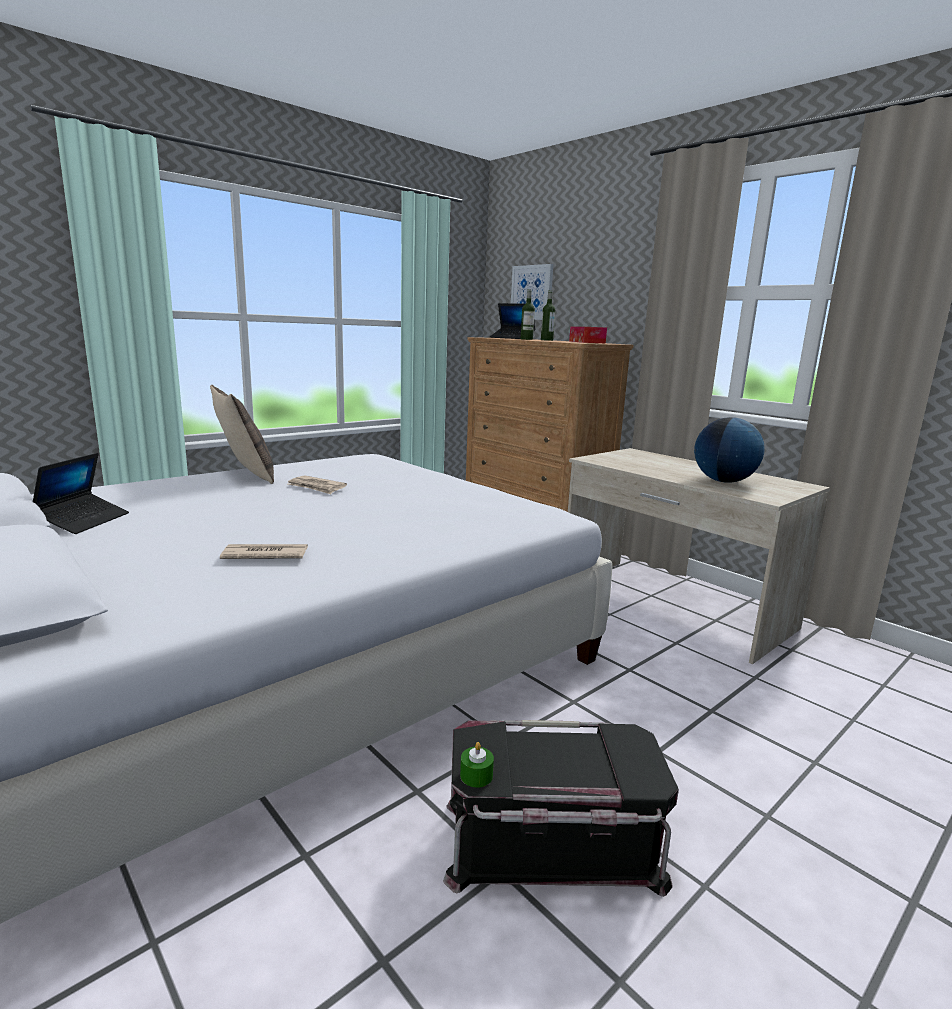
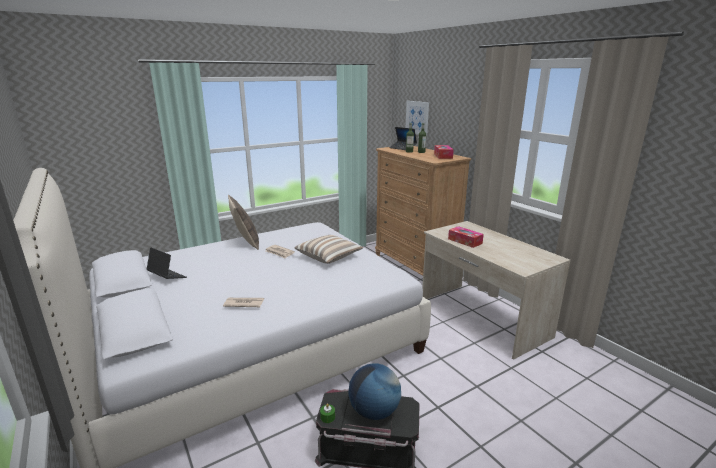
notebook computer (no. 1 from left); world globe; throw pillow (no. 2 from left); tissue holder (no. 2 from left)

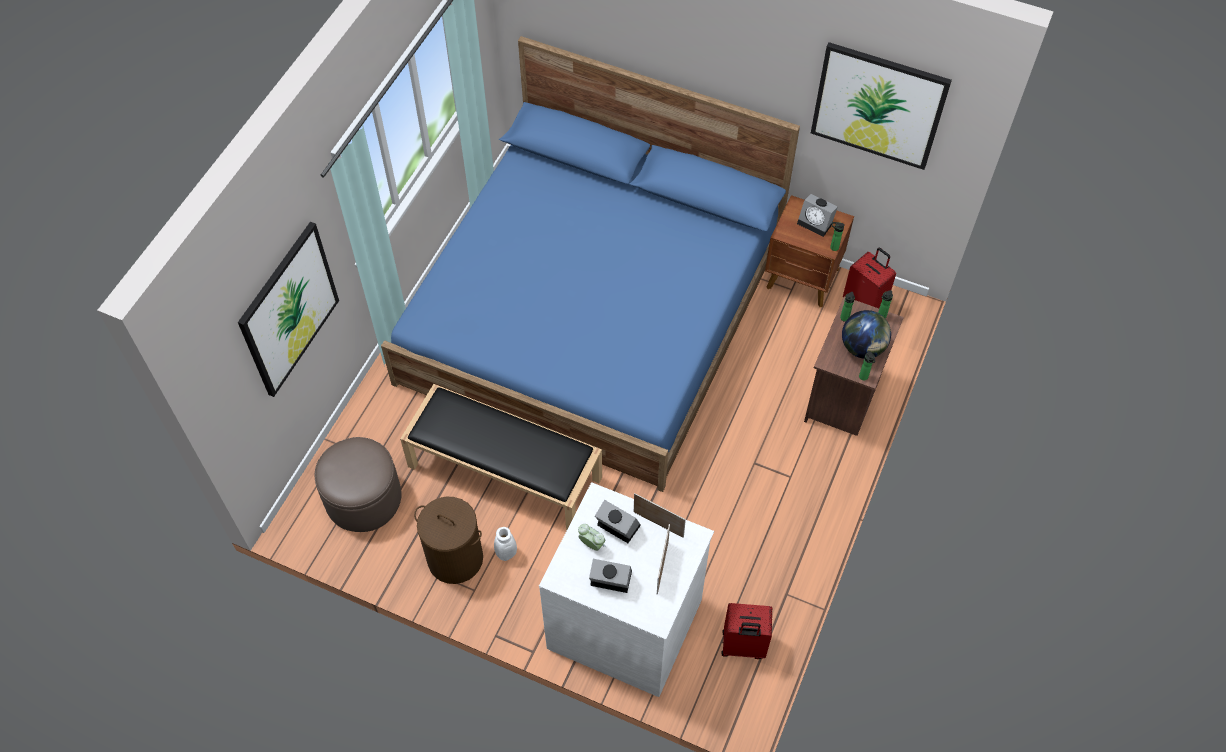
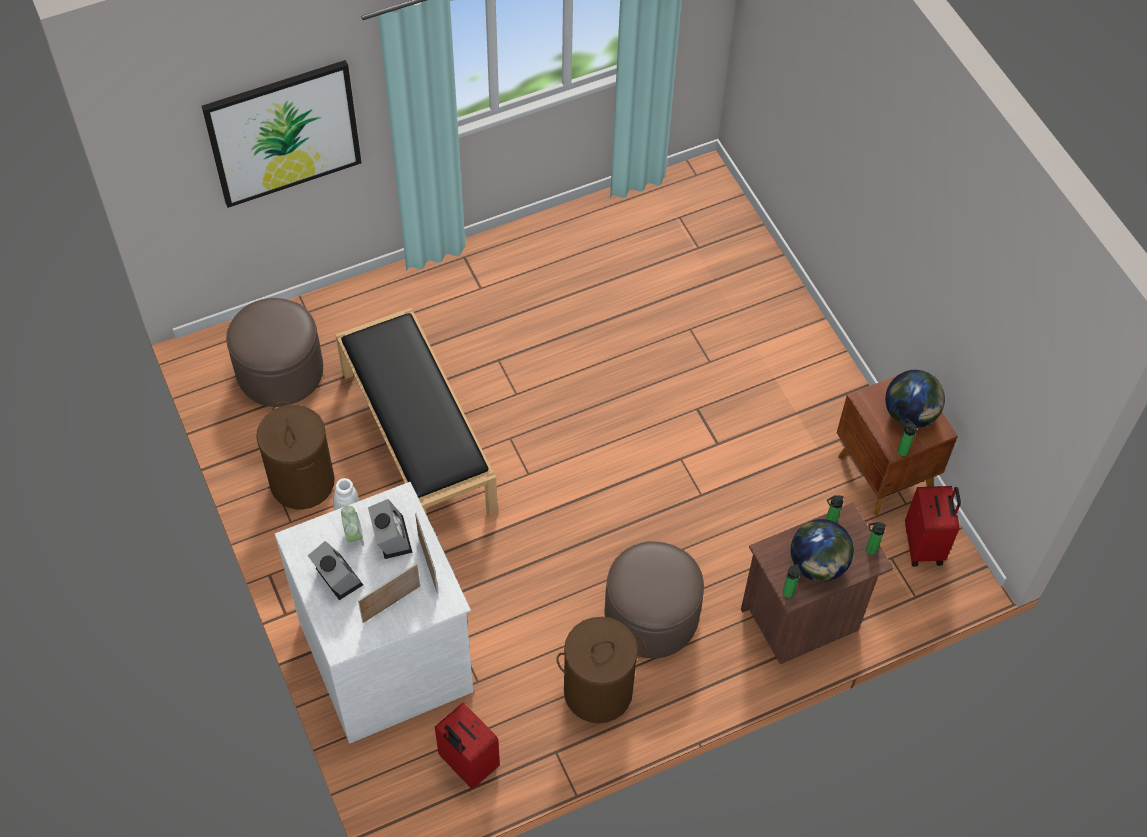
blue-coloured bed; world globe (no. 2 from left); picture (no. 2 from left in the first image); brown hamper (no. 2 from left); brown footrest (no. 2 from left)

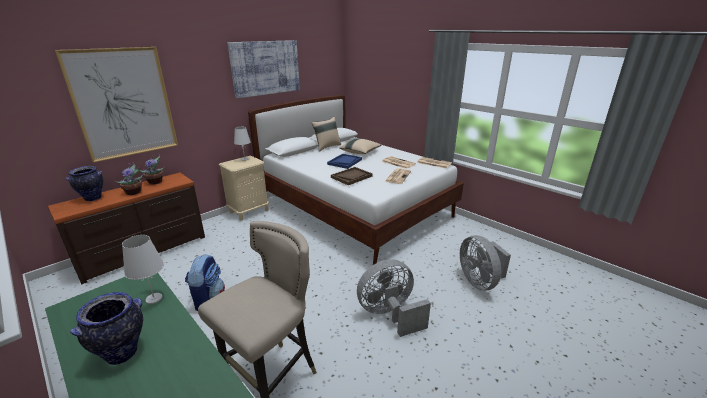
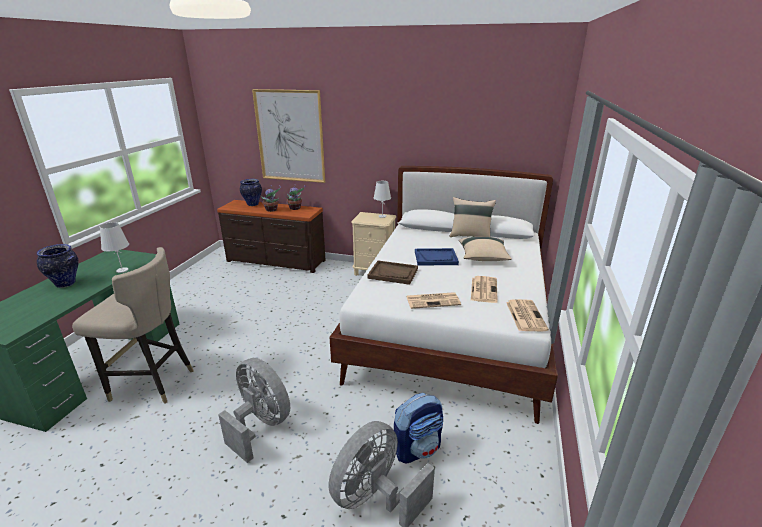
backpack; picture (no. 2 from left in the first image)

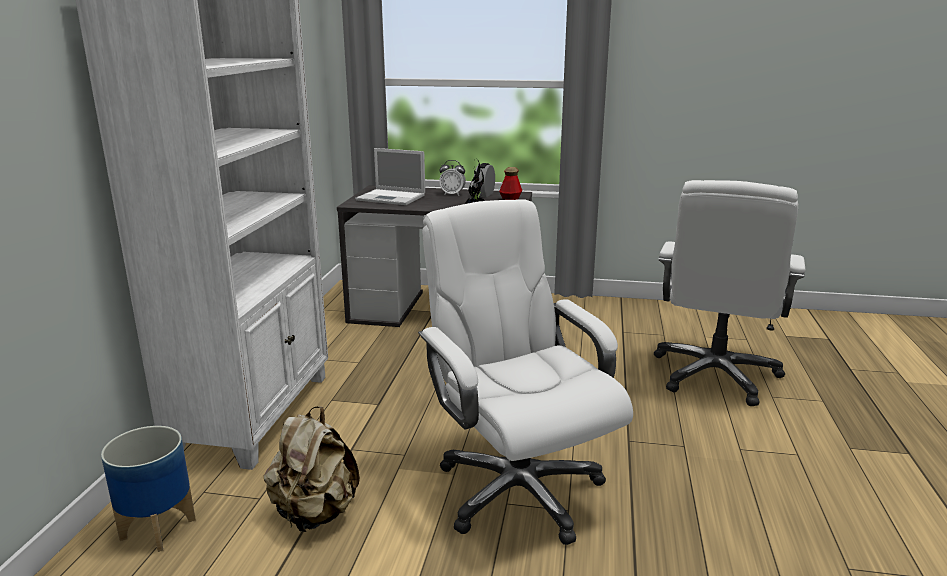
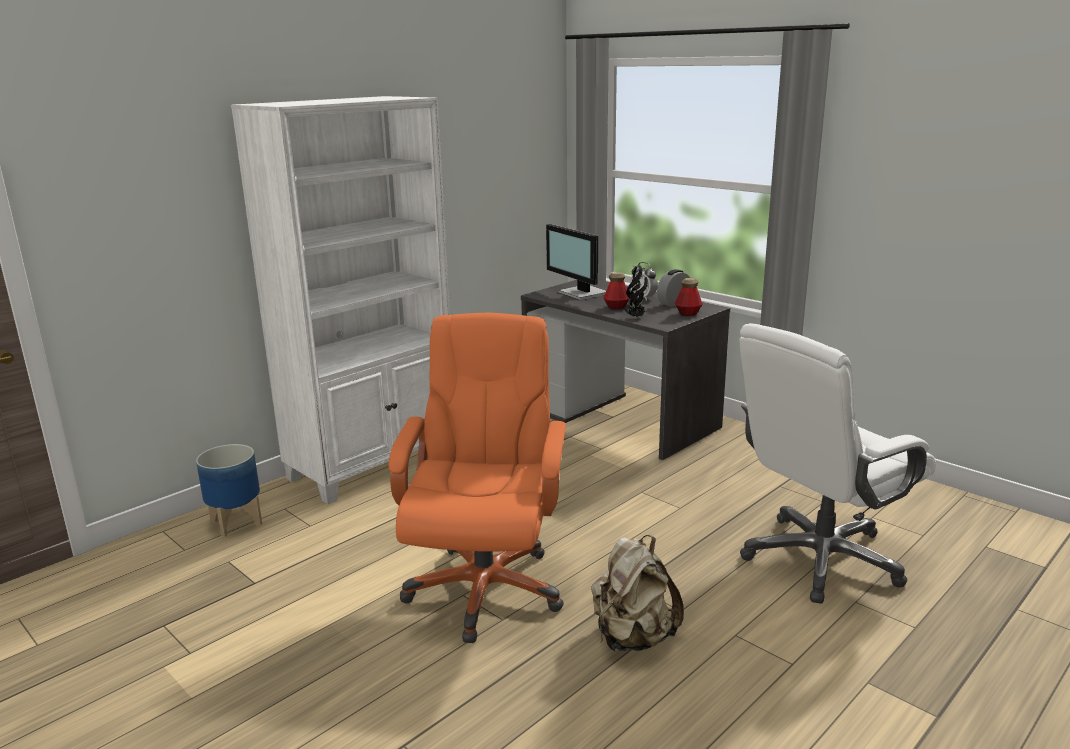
beige backpack; computer screen; orangey computer chair; drink bottle (no. 1 from left)

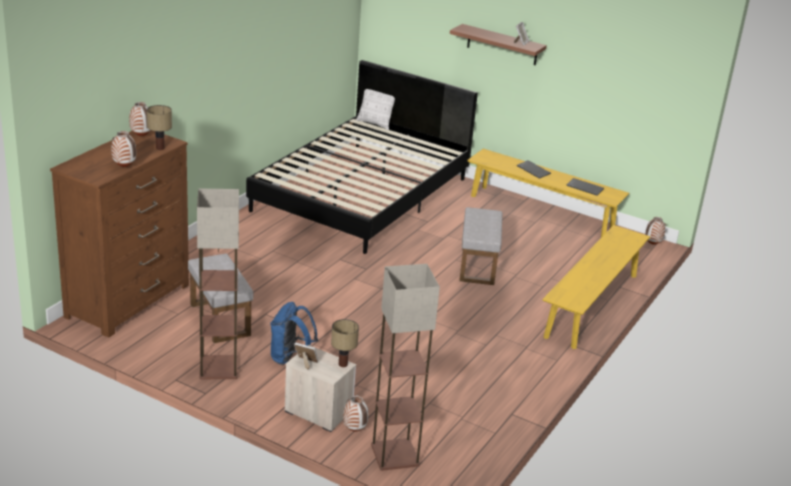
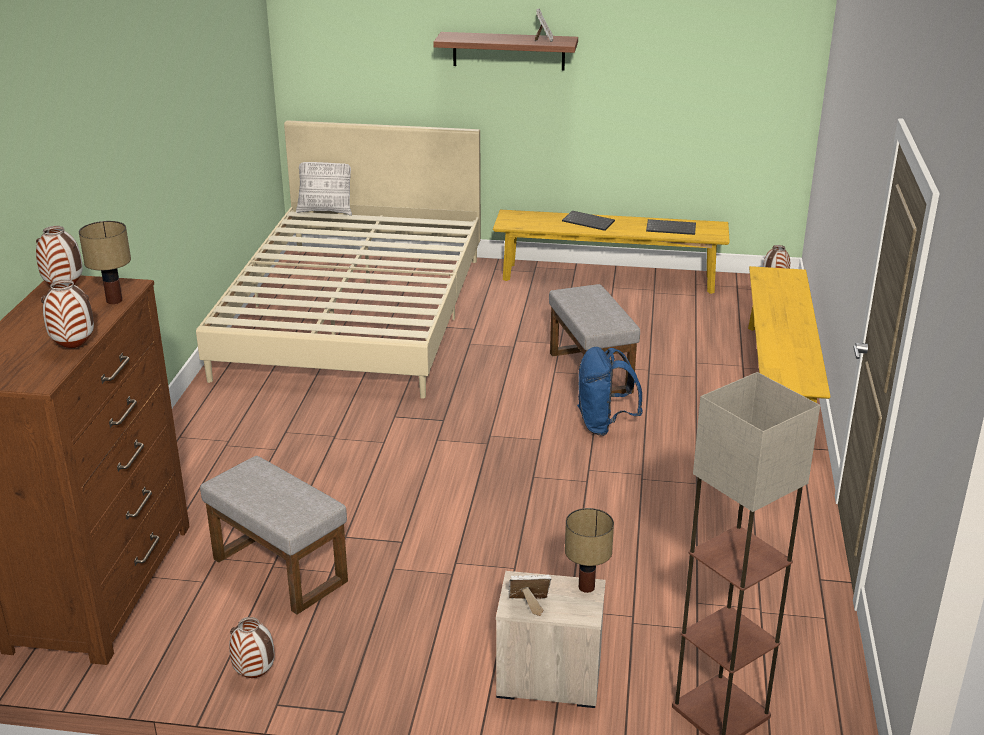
standard lamp (no. 1 from left in the first image); beige bed; blue-coloured backpack; decorative vase (no. 3 from left)

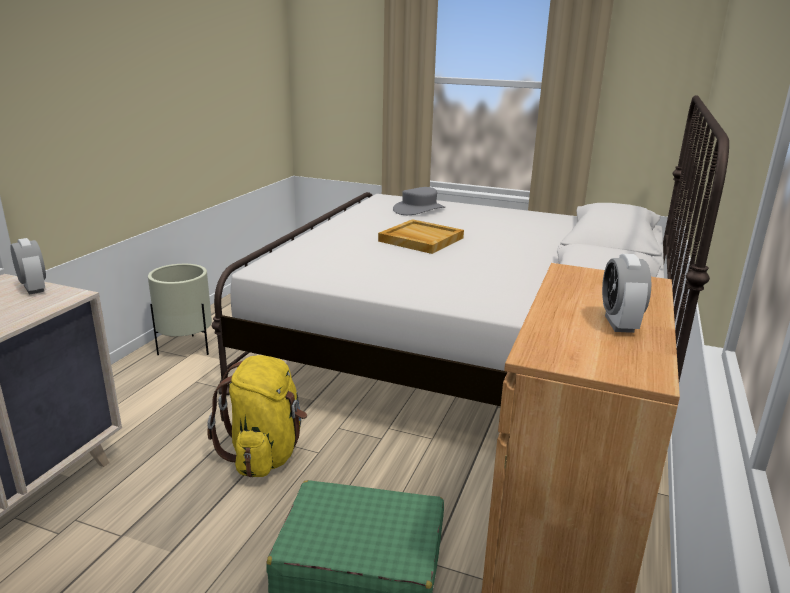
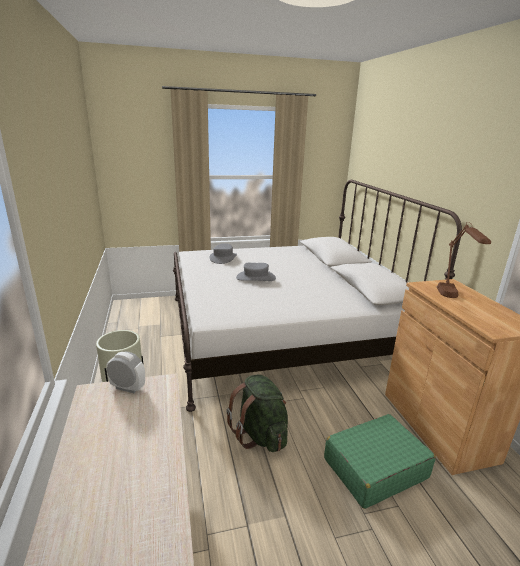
green-coloured backpack; greyish clothing hat (no. 2 from left); table clock (no. 2 from left in the first image); brown lamp for a table

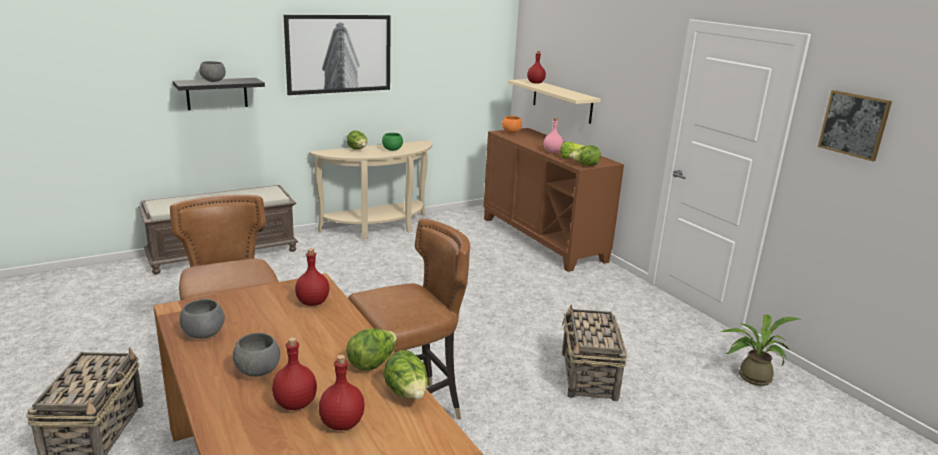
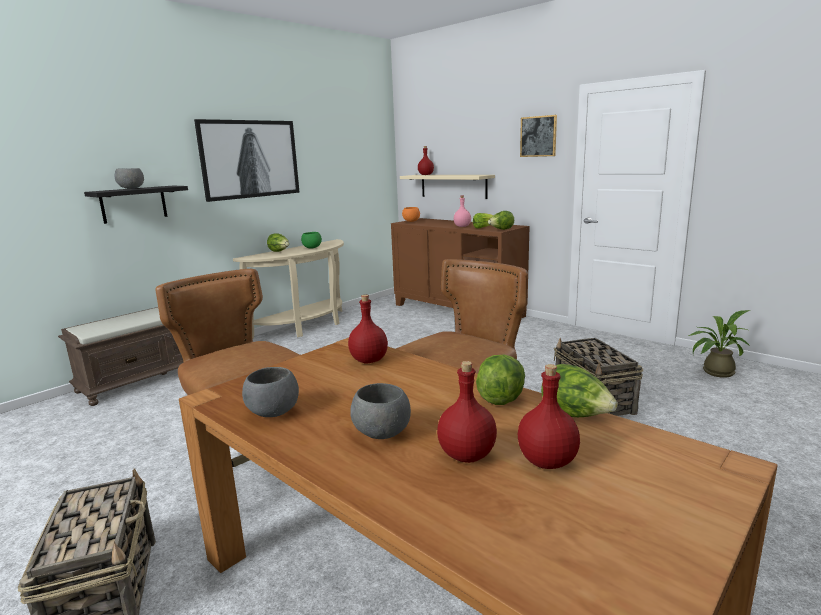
picture (no. 2 from left)

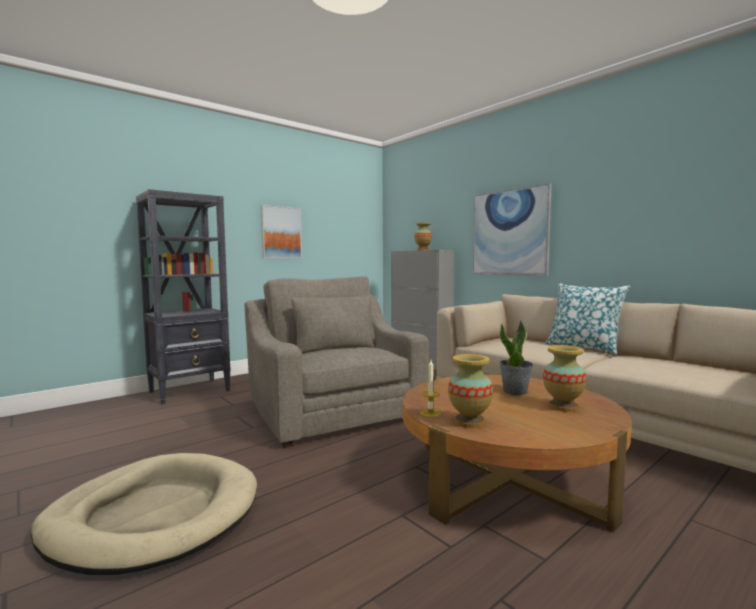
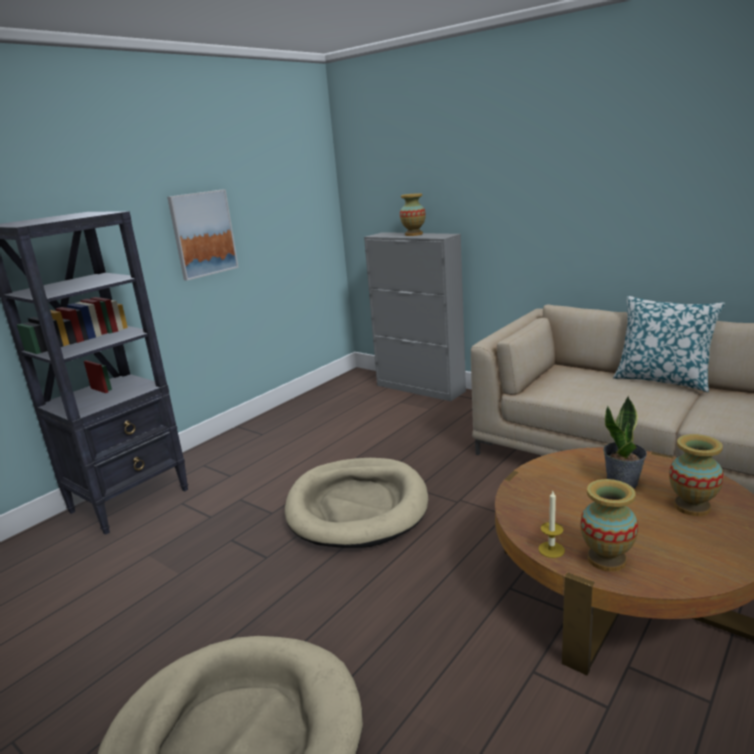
beige dog bed (no. 2 from left); picture (no. 2 from left in the first image)

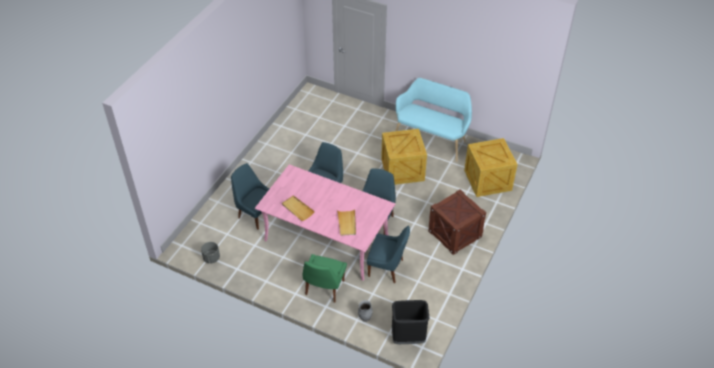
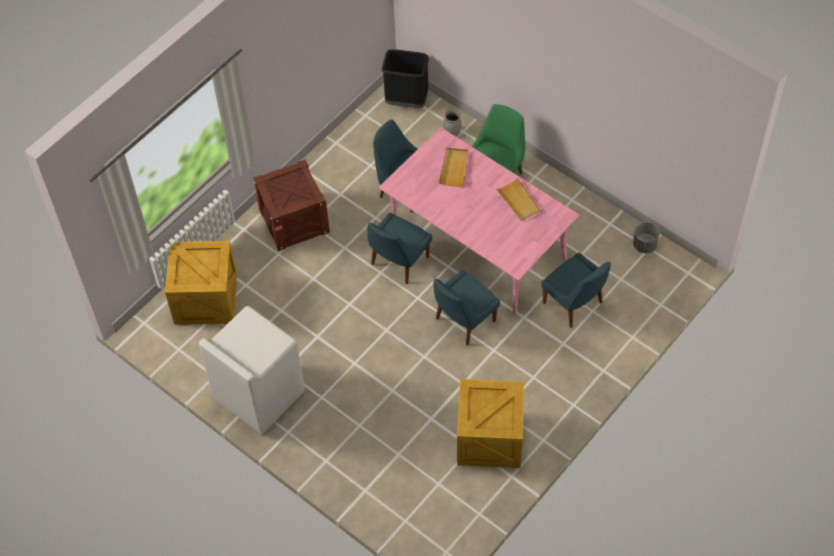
shipping crate (no. 3 from left); white washing machine

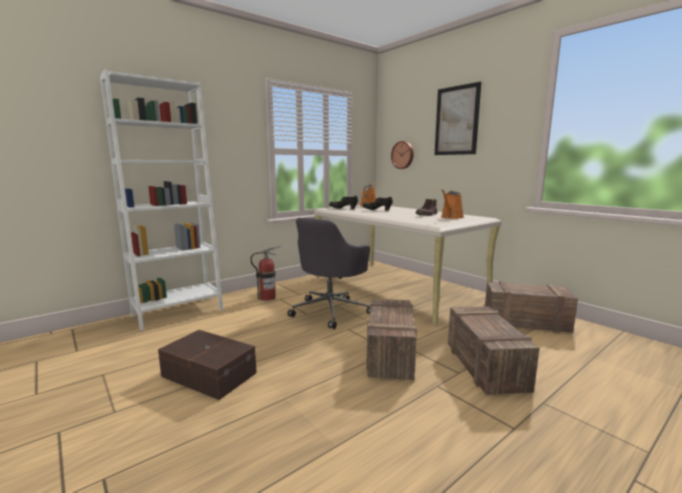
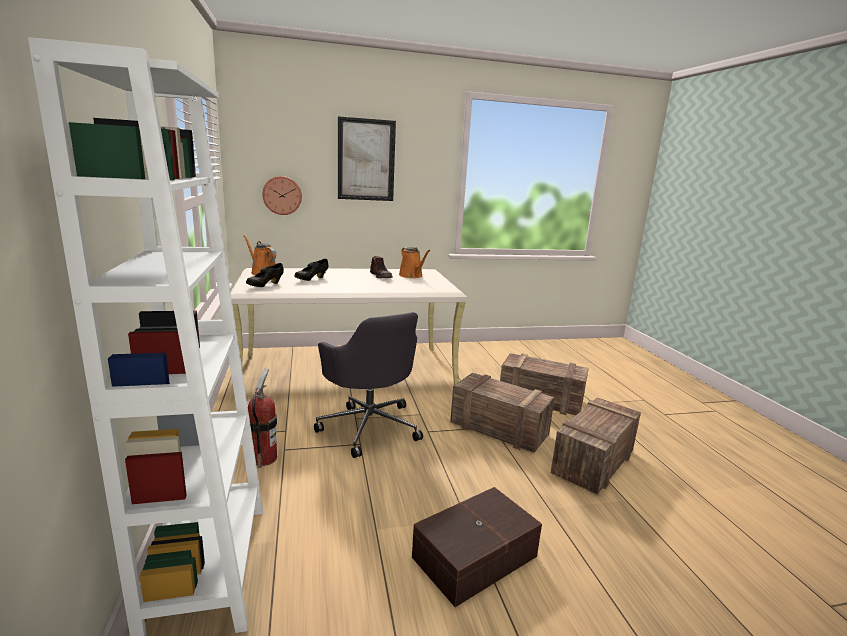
shipping crate (no. 3 from left)

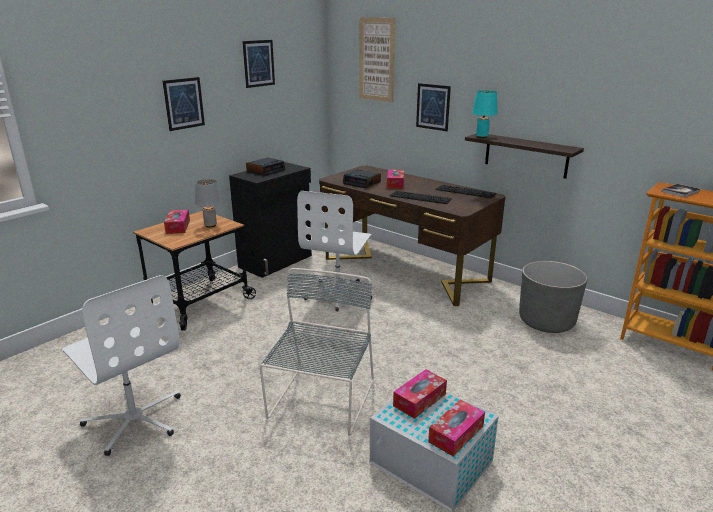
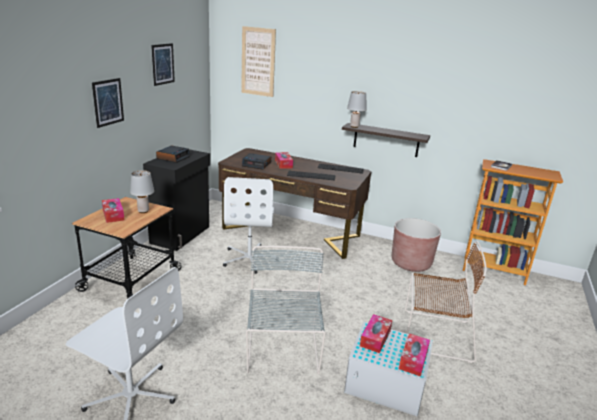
picture (no. 4 from left in the first image); greyish lamp for a table (no. 2 from left); brown flower pot; brown chair

